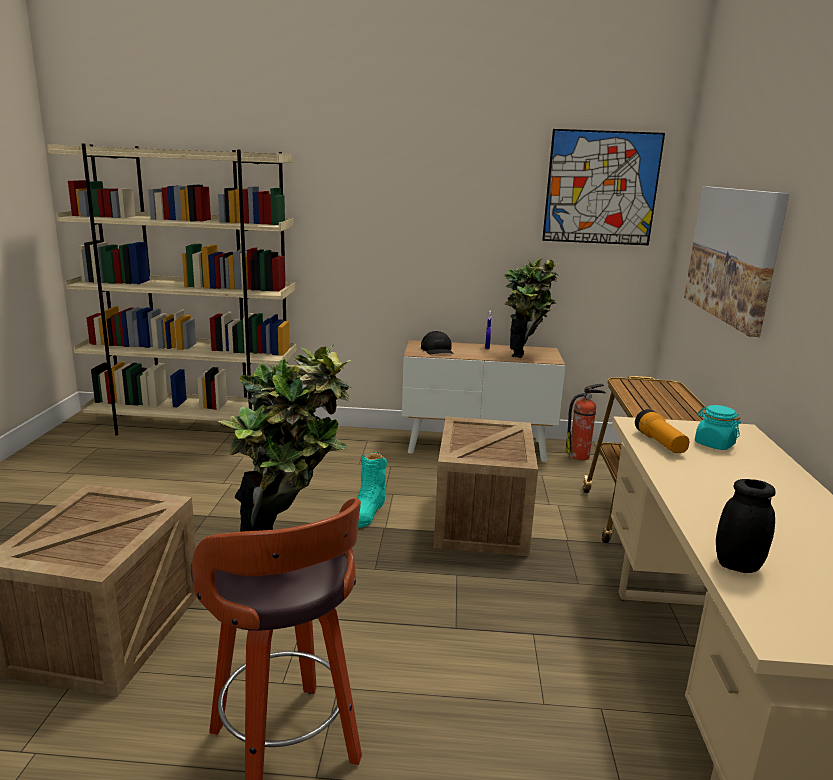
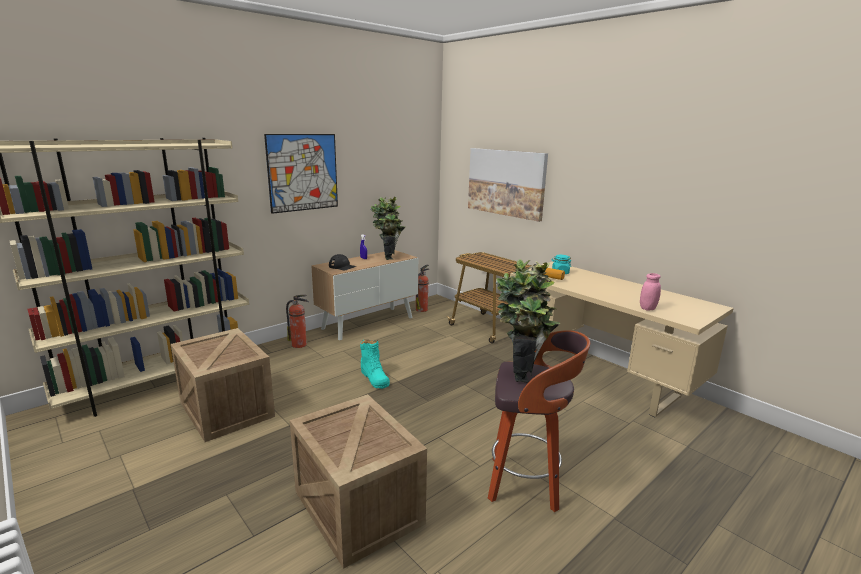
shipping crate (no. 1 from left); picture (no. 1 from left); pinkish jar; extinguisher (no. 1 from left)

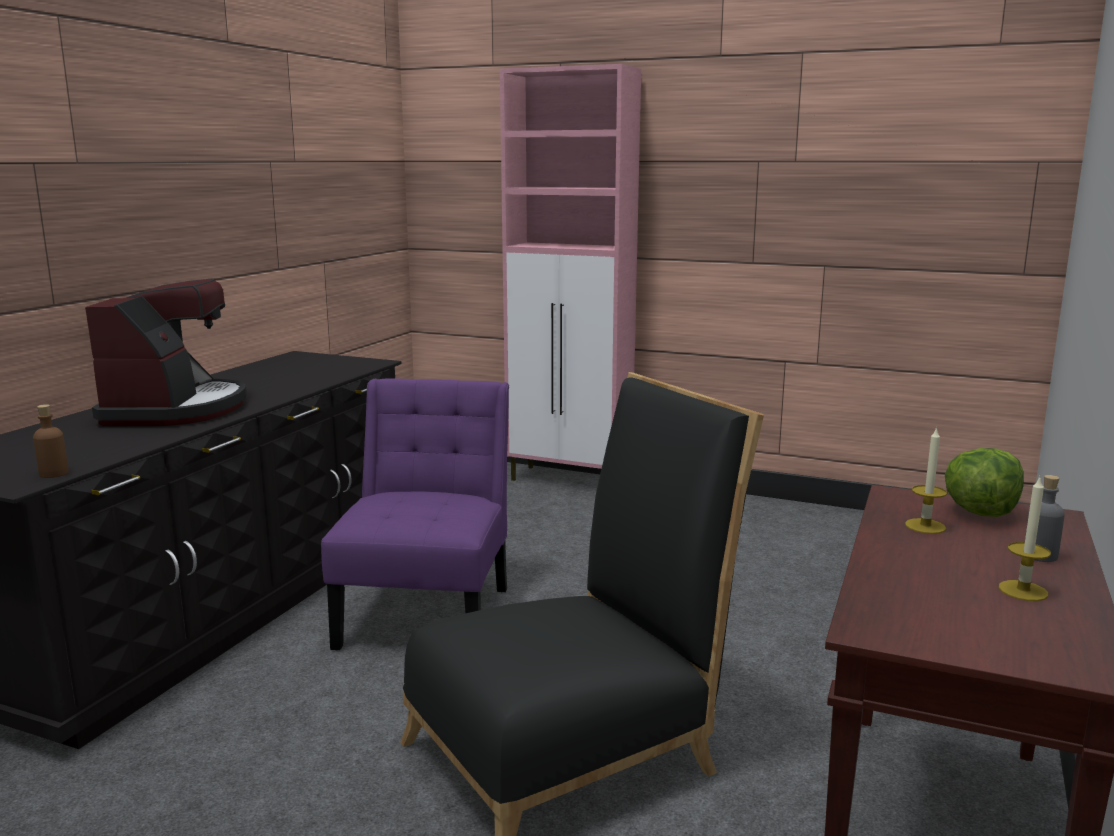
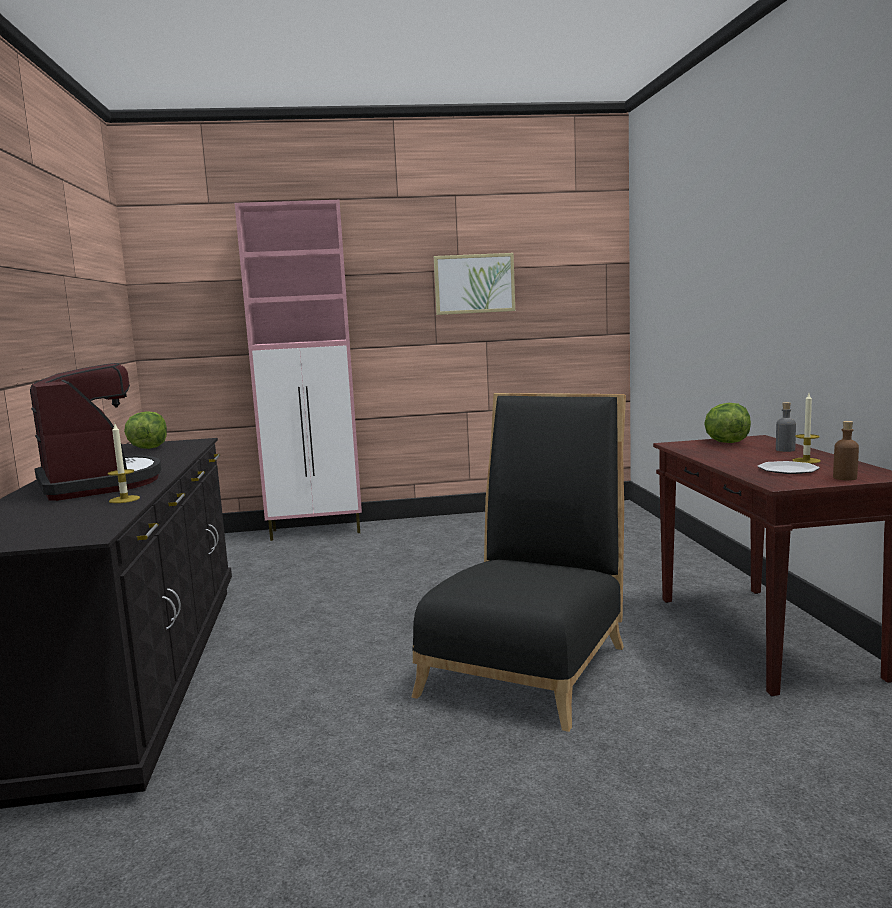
brown drink bottle; purple chair; candle (no. 1 from left); lettuce head (no. 1 from left); picture; plate

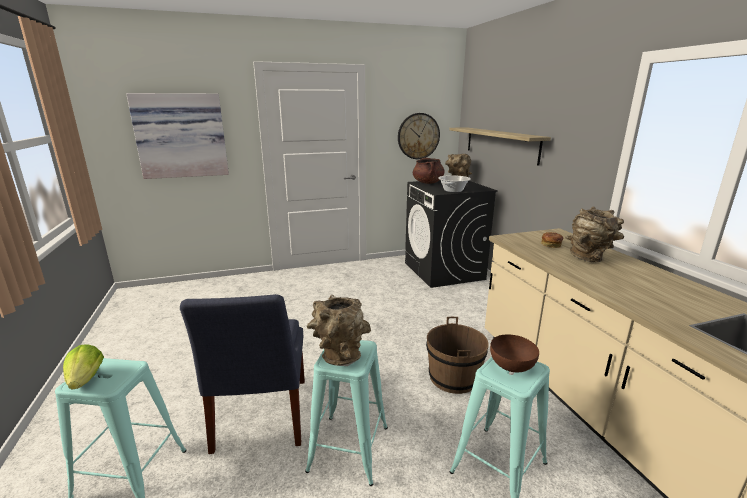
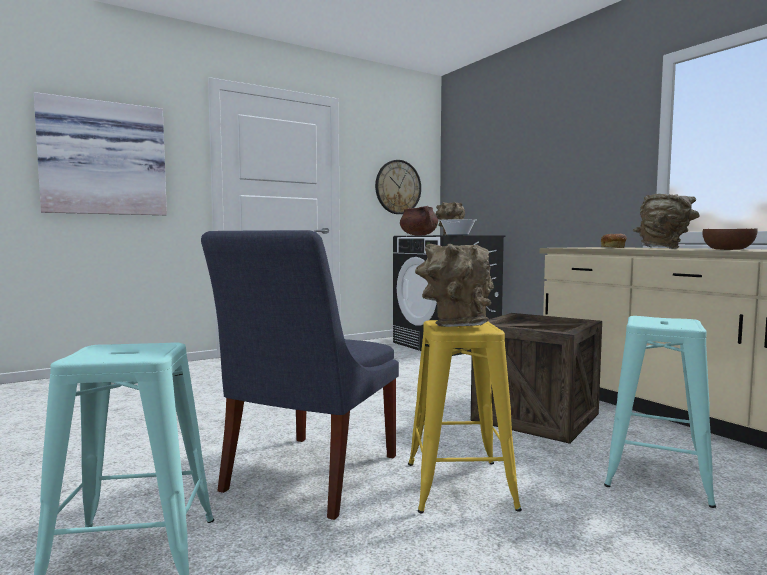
lettuce head; blue-coloured chair; yellowish stool seat; shipping crate; bracket shelf; brown deep dish

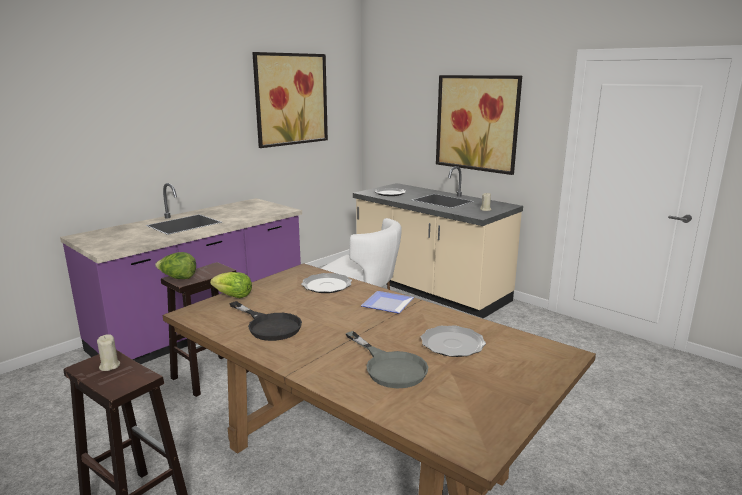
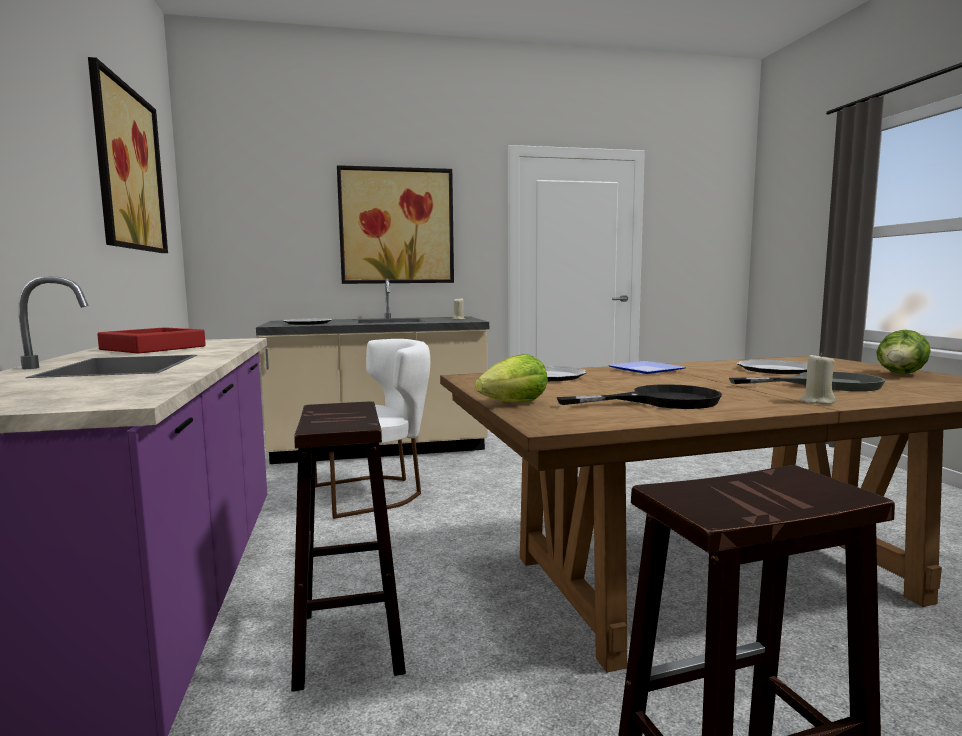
beige candle (no. 2 from left); lettuce head (no. 2 from left); red tray

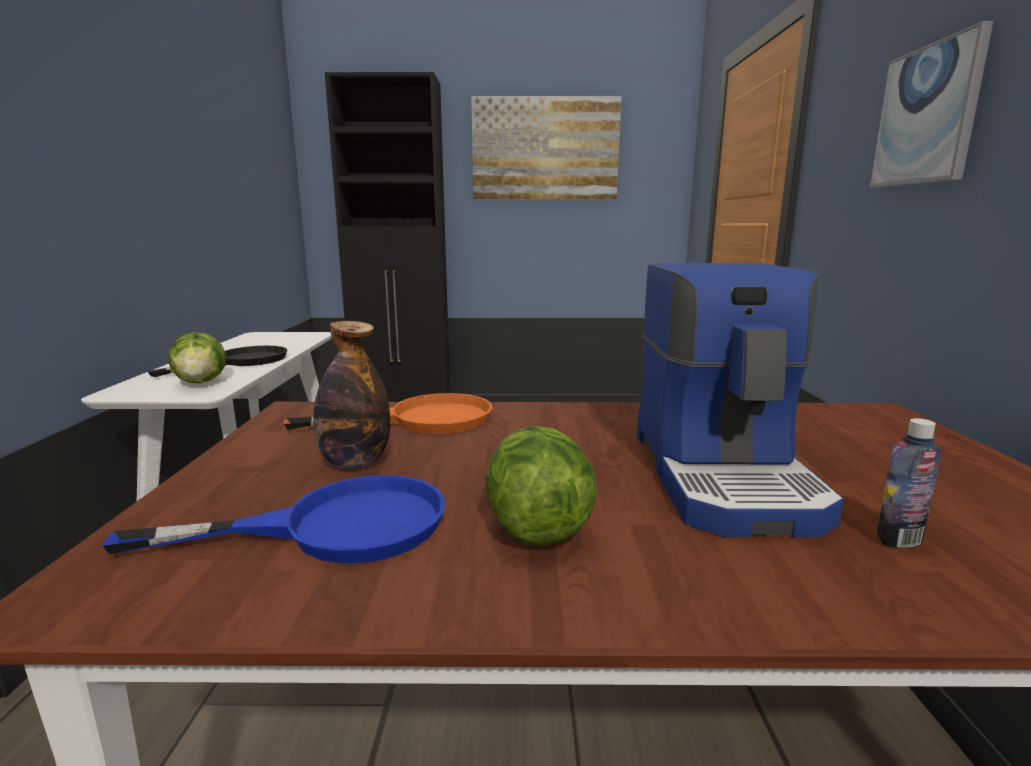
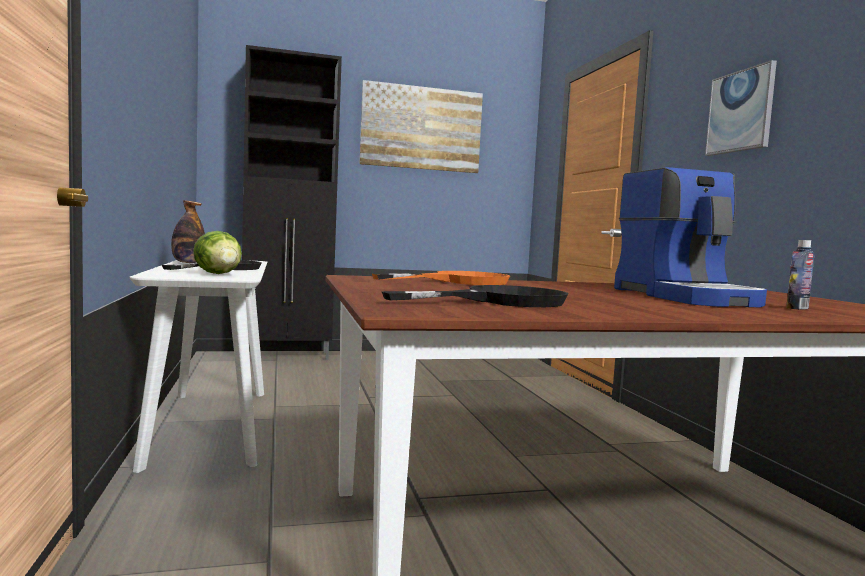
black-coloured pan (no. 2 from left); drink bottle (no. 1 from left); lettuce head (no. 2 from left in the first image)

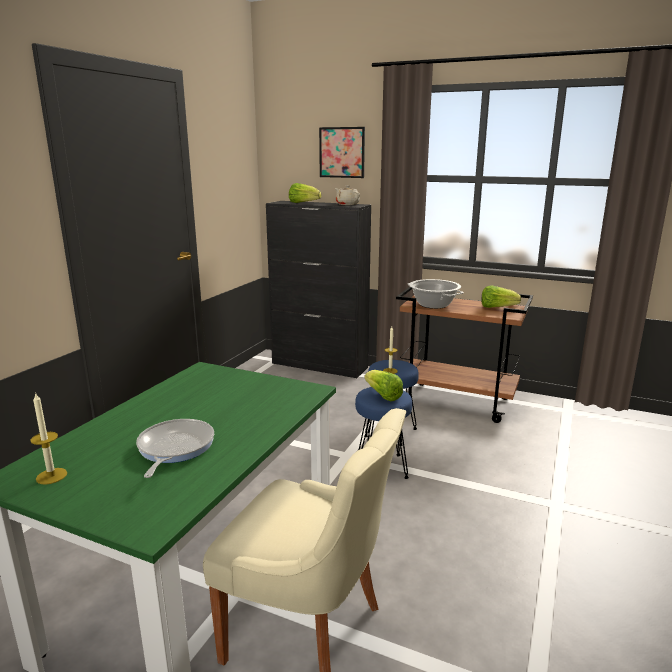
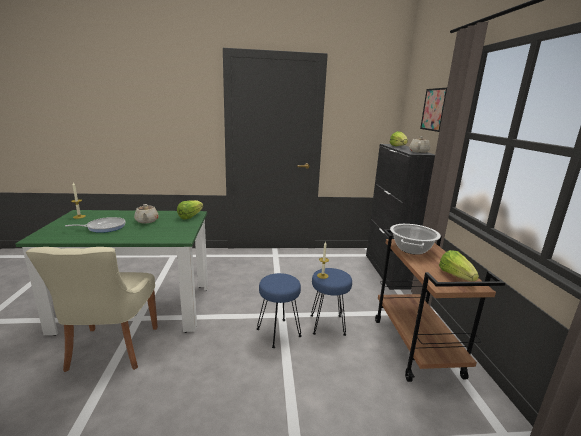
lettuce head (no. 1 from left); beige tea pot (no. 1 from left)

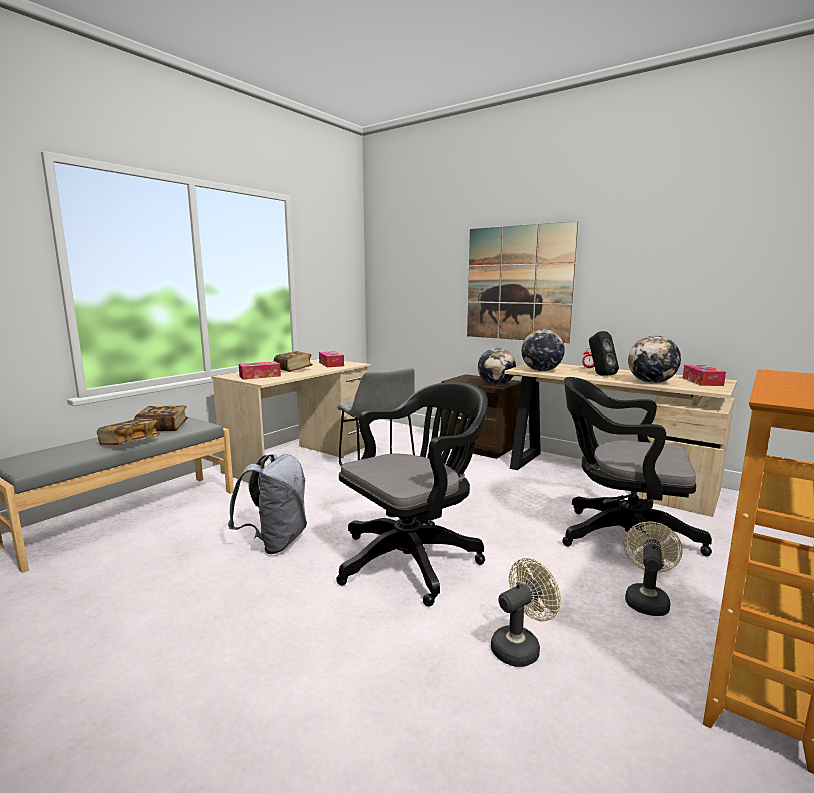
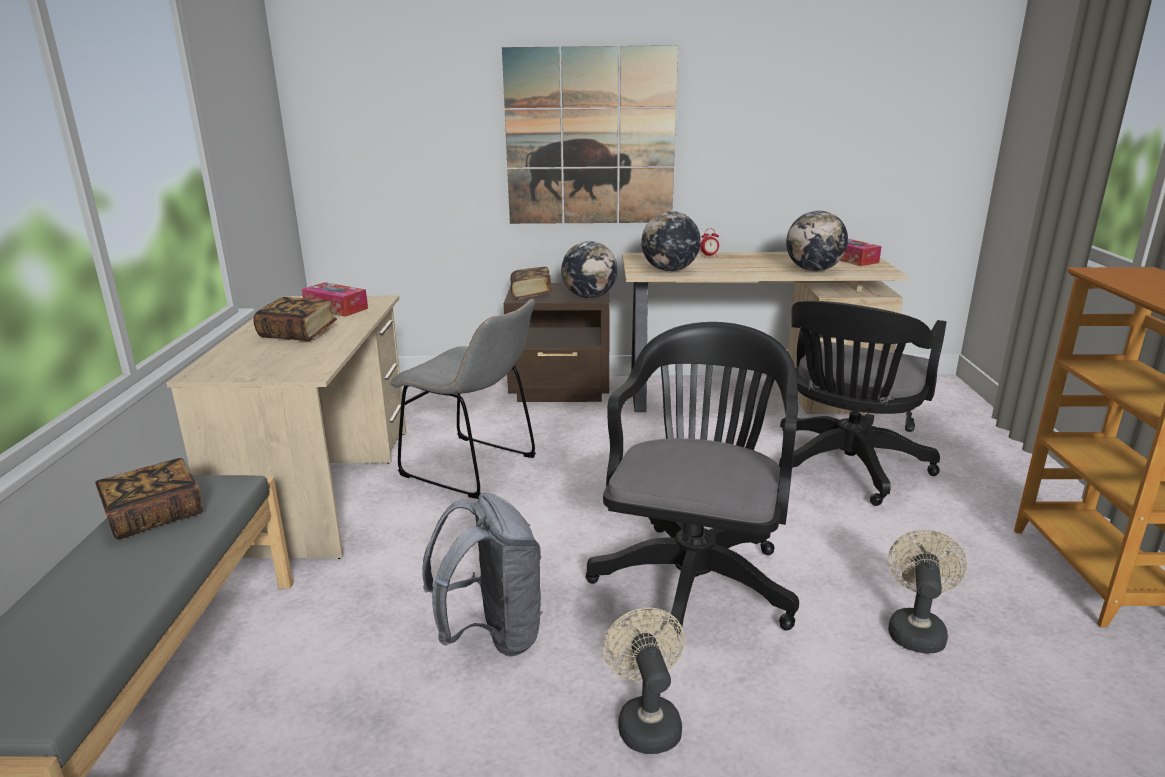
bound book (no. 3 from left); tissue holder (no. 1 from left in the first image); black-coloured computer chair (no. 2 from left); black-coloured loudspeaker; beige fan (no. 1 from left)

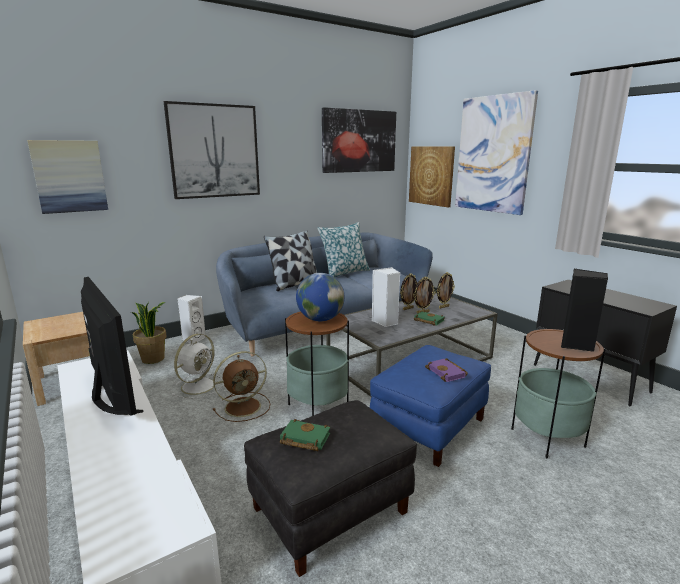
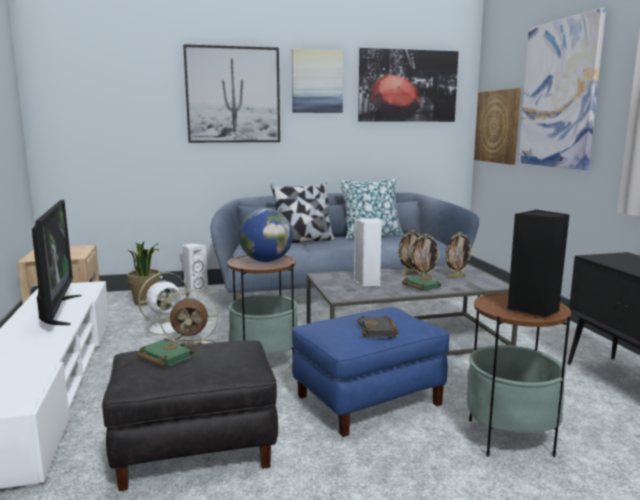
picture (no. 2 from left); black-coloured bound book

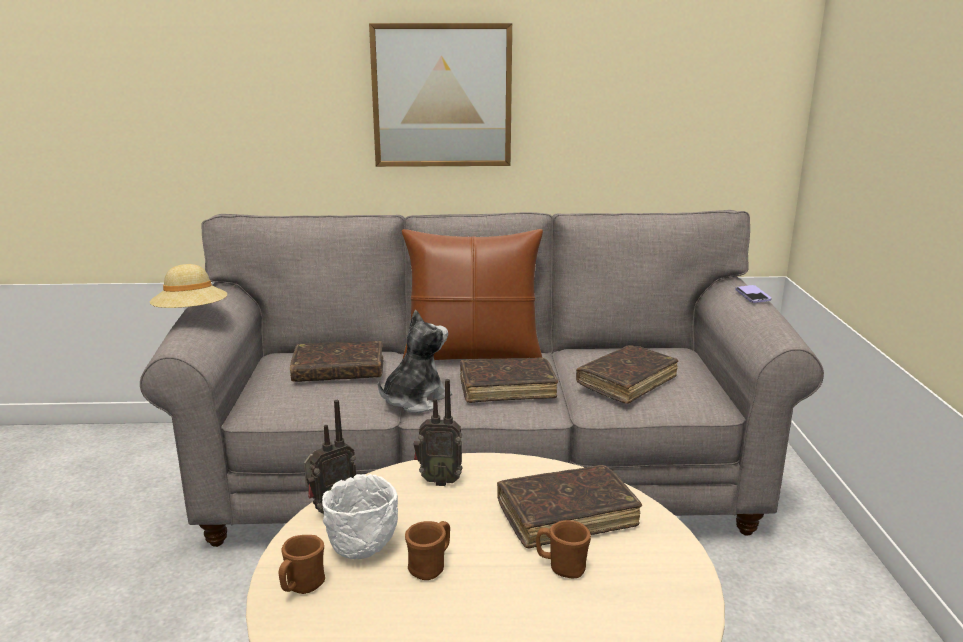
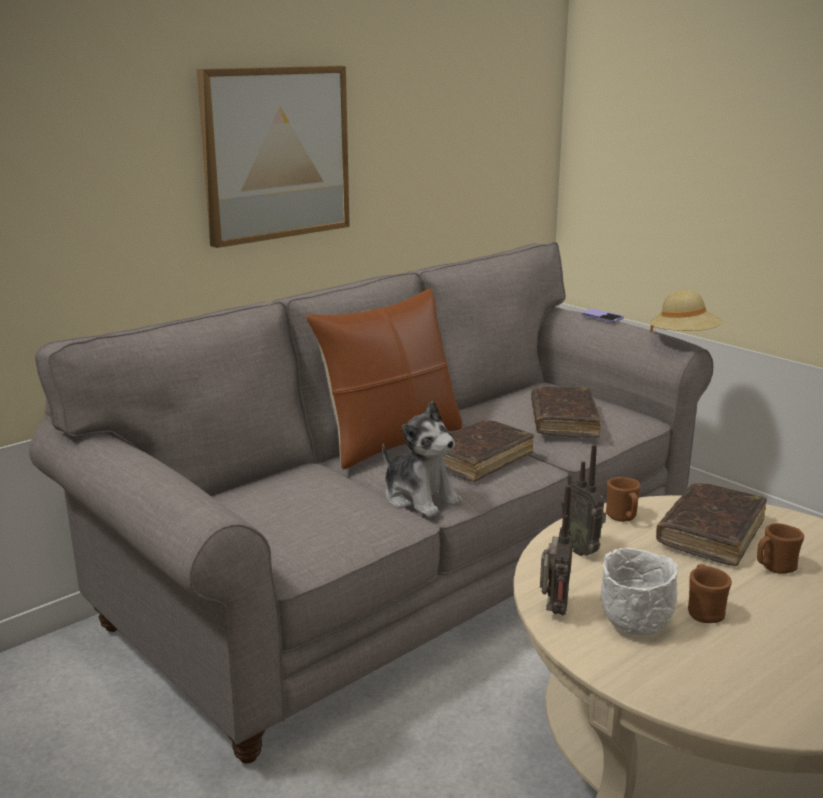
beige clothing hat; brown coffee mug (no. 1 from left); brown bound book (no. 1 from left in the first image); soft toy; radio receiver (no. 2 from left)

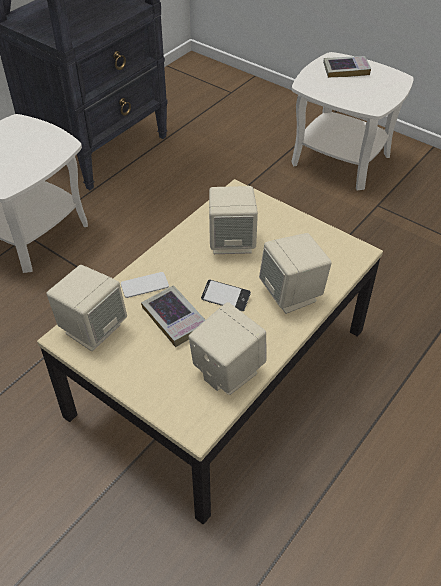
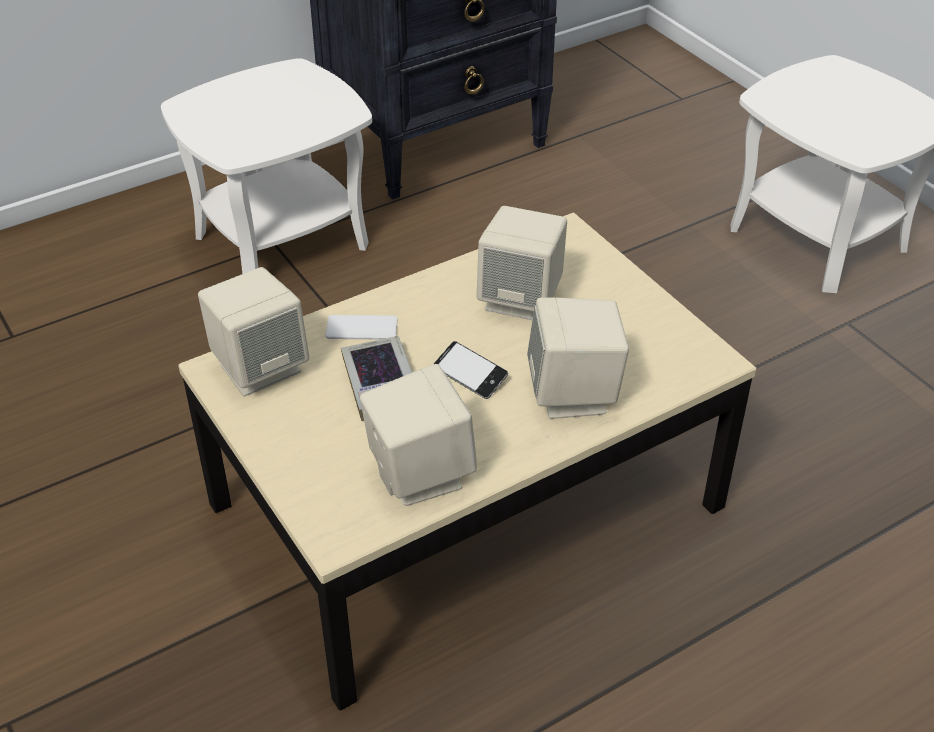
bound book (no. 2 from left in the first image)

